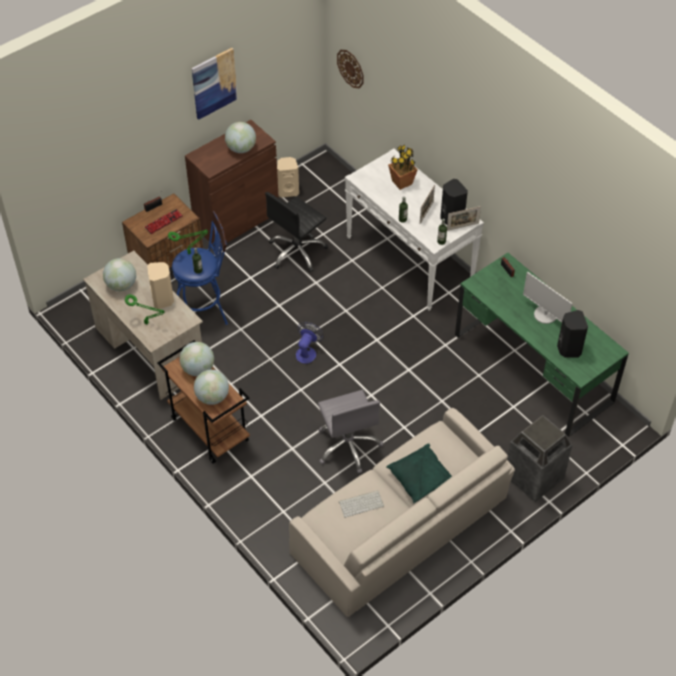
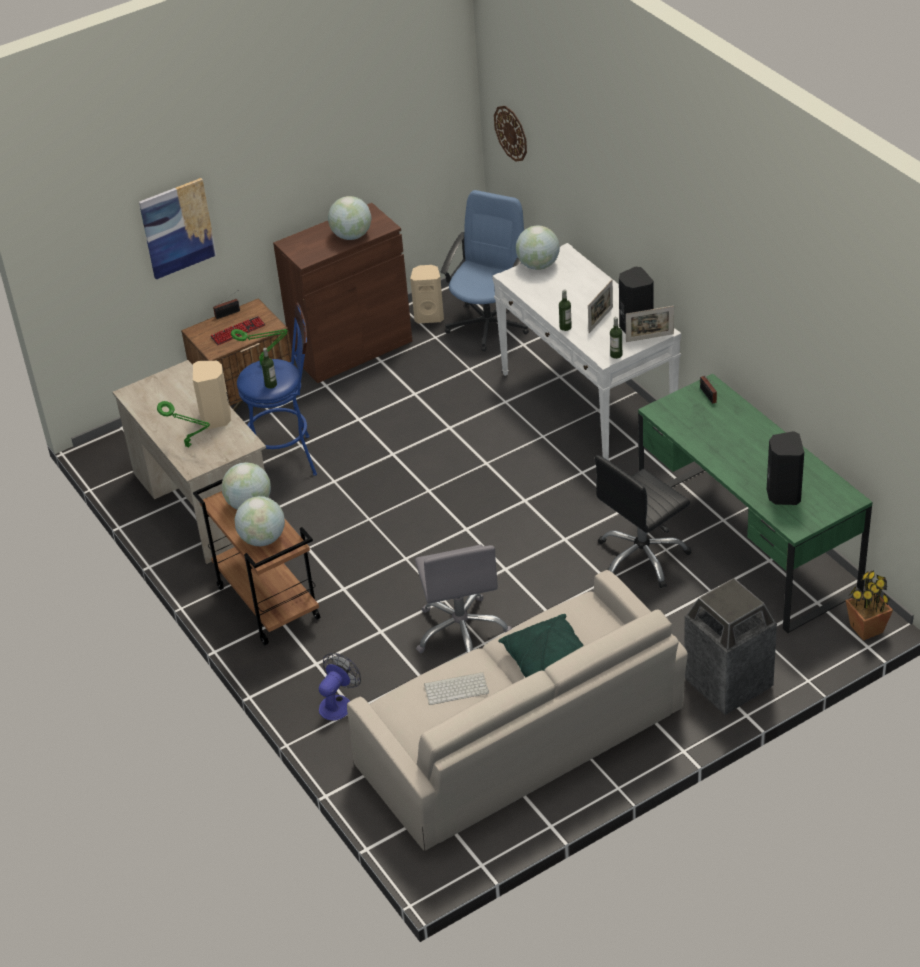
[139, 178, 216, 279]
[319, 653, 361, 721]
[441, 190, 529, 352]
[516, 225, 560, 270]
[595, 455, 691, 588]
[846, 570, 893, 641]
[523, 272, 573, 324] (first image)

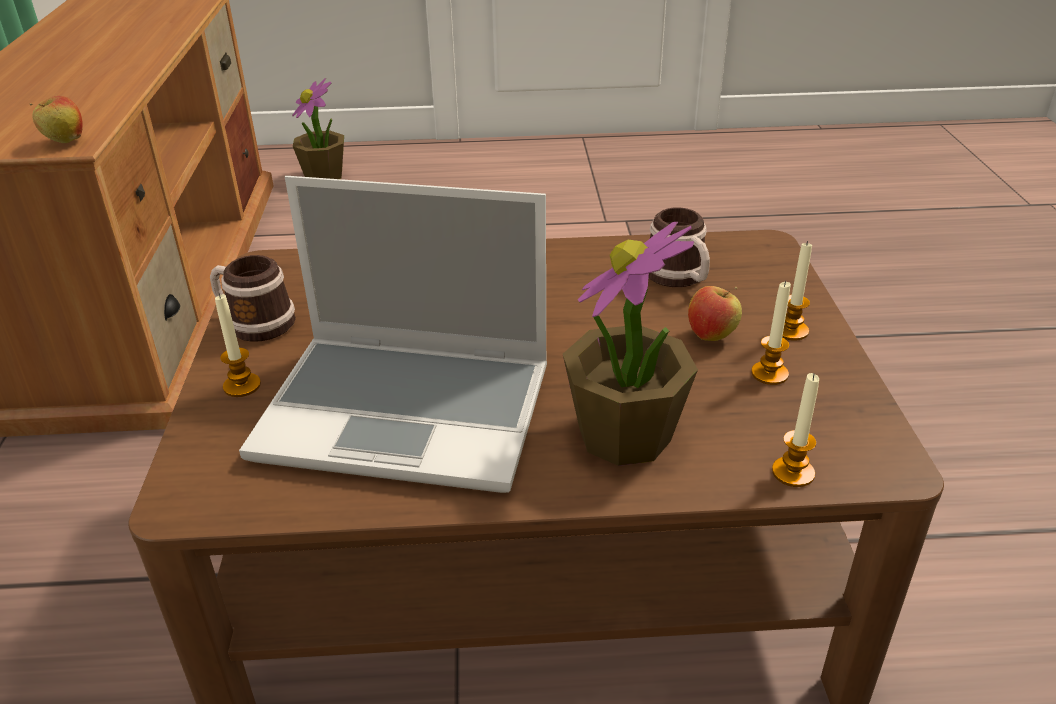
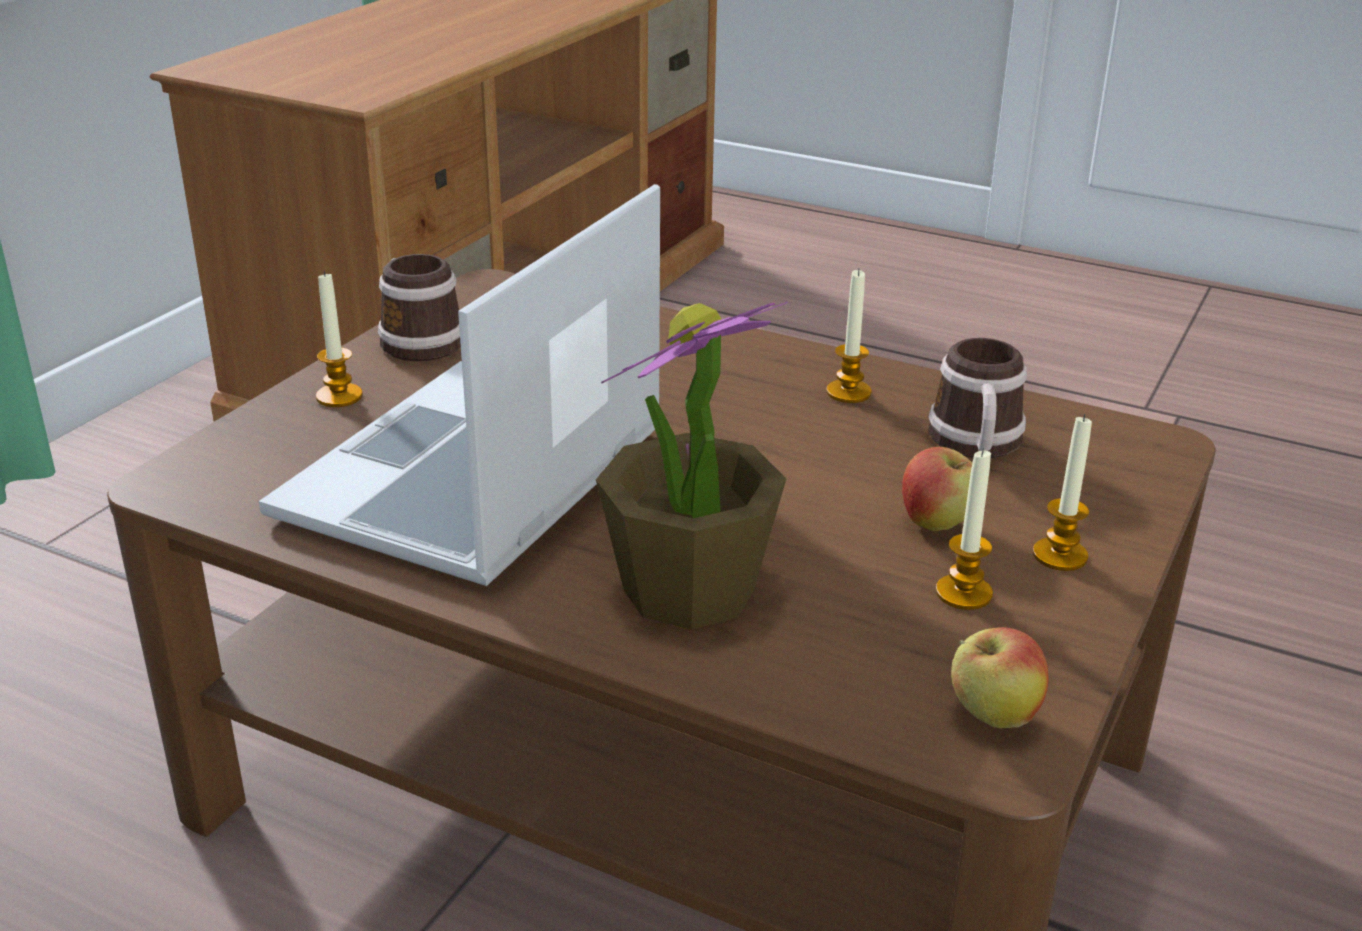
[259, 184, 660, 586]
[827, 269, 872, 403]
[951, 627, 1049, 728]
[292, 78, 344, 179] (first image)

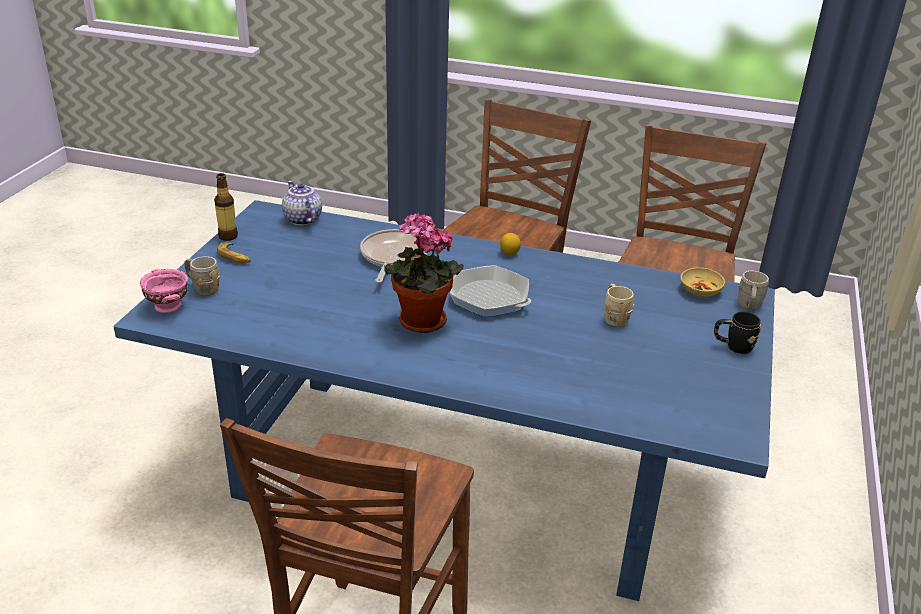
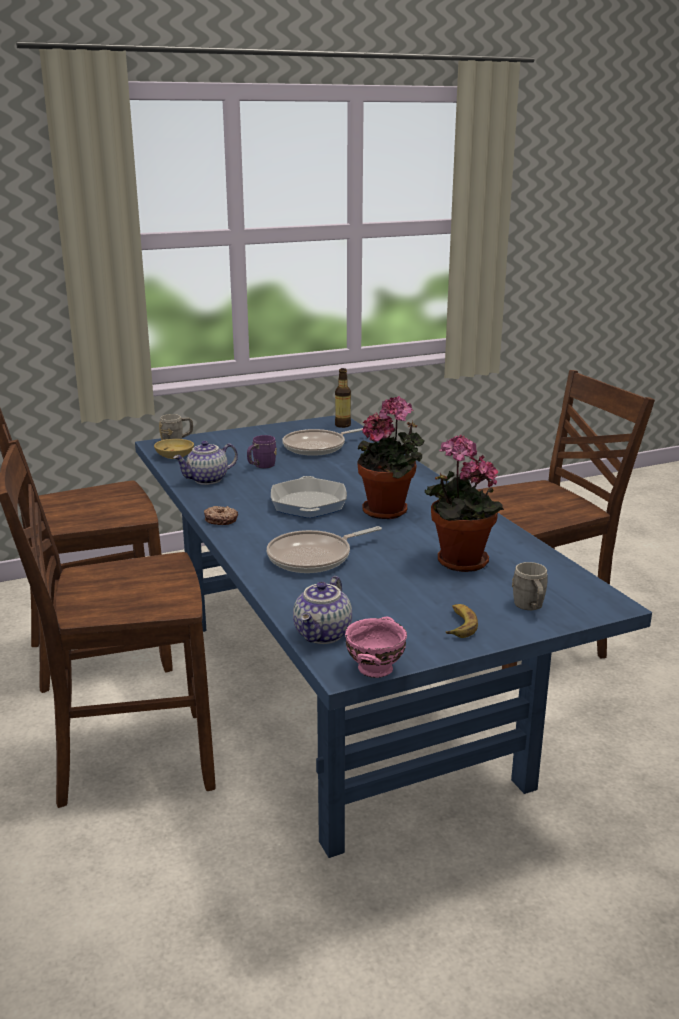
[173, 441, 238, 485]
[204, 506, 238, 525]
[247, 435, 277, 468]
[282, 428, 363, 456]
[335, 368, 351, 428]
[345, 617, 407, 678]
[425, 435, 504, 572]
[714, 312, 761, 354] (first image)

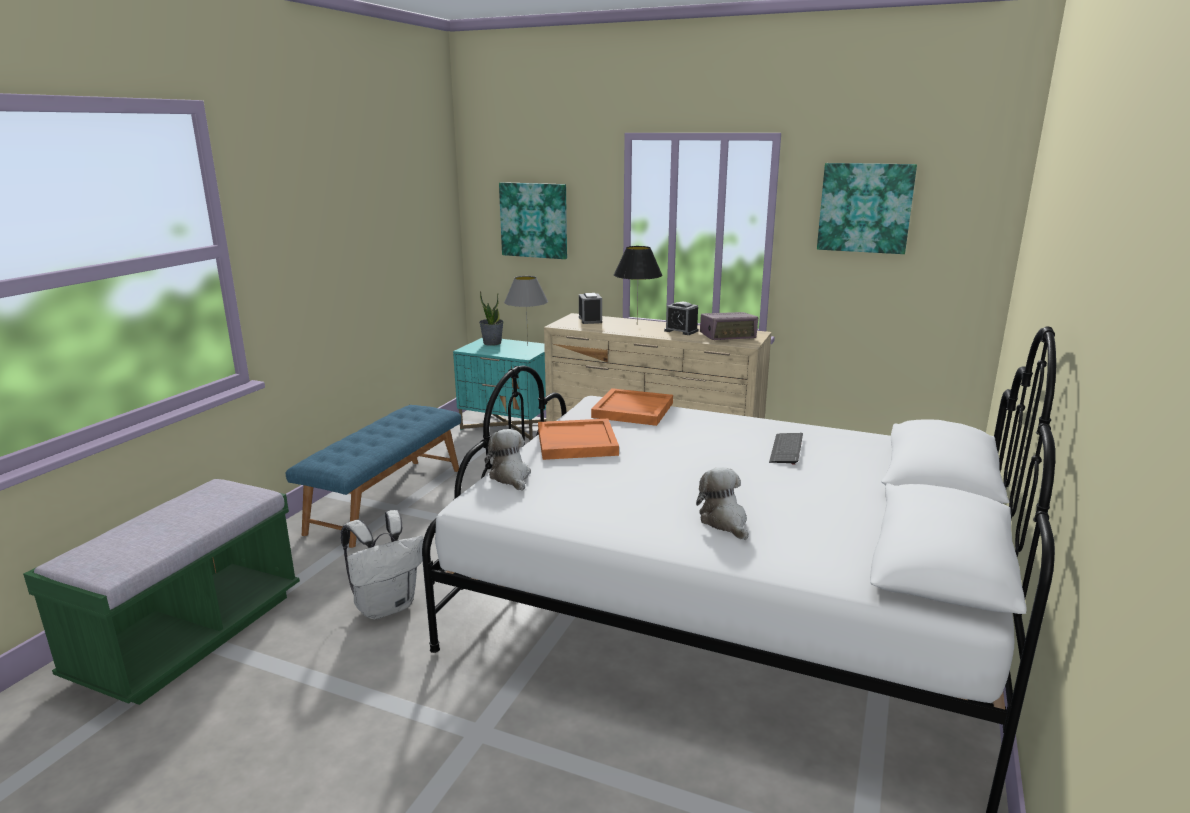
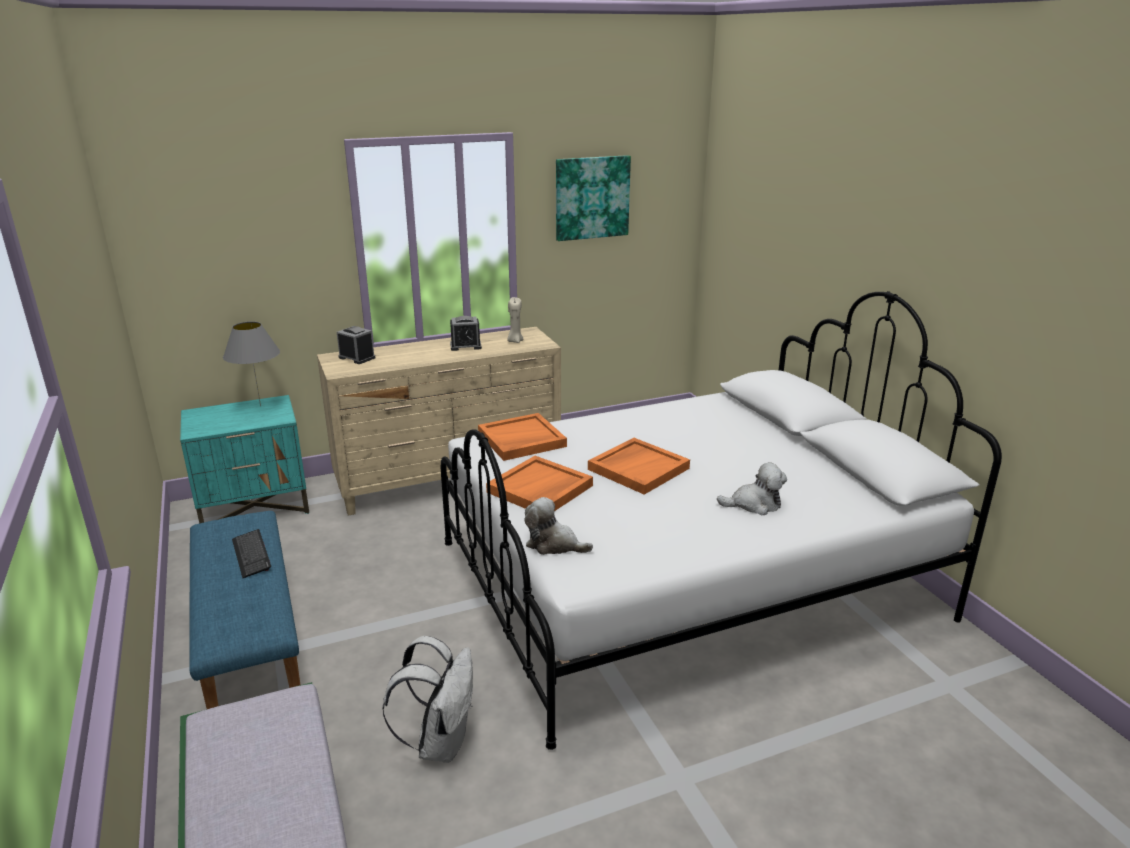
[232, 529, 271, 578]
[507, 297, 524, 343]
[588, 438, 690, 495]
[717, 462, 787, 515]
[479, 291, 504, 346] (first image)
[499, 182, 567, 259] (first image)
[614, 246, 663, 323] (first image)

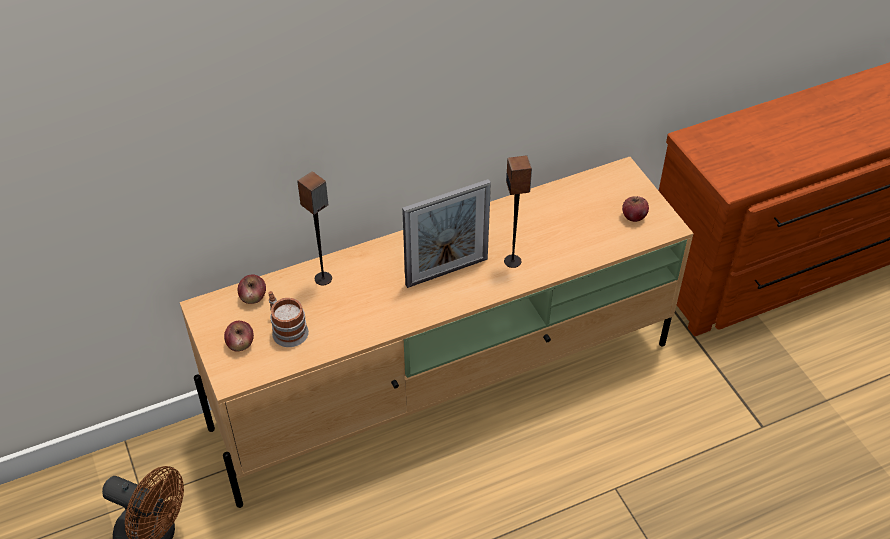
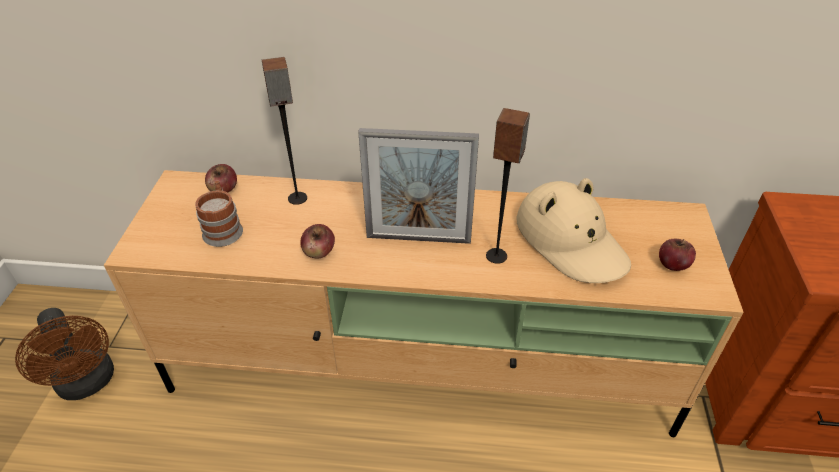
[300, 224, 335, 259]
[517, 178, 631, 283]

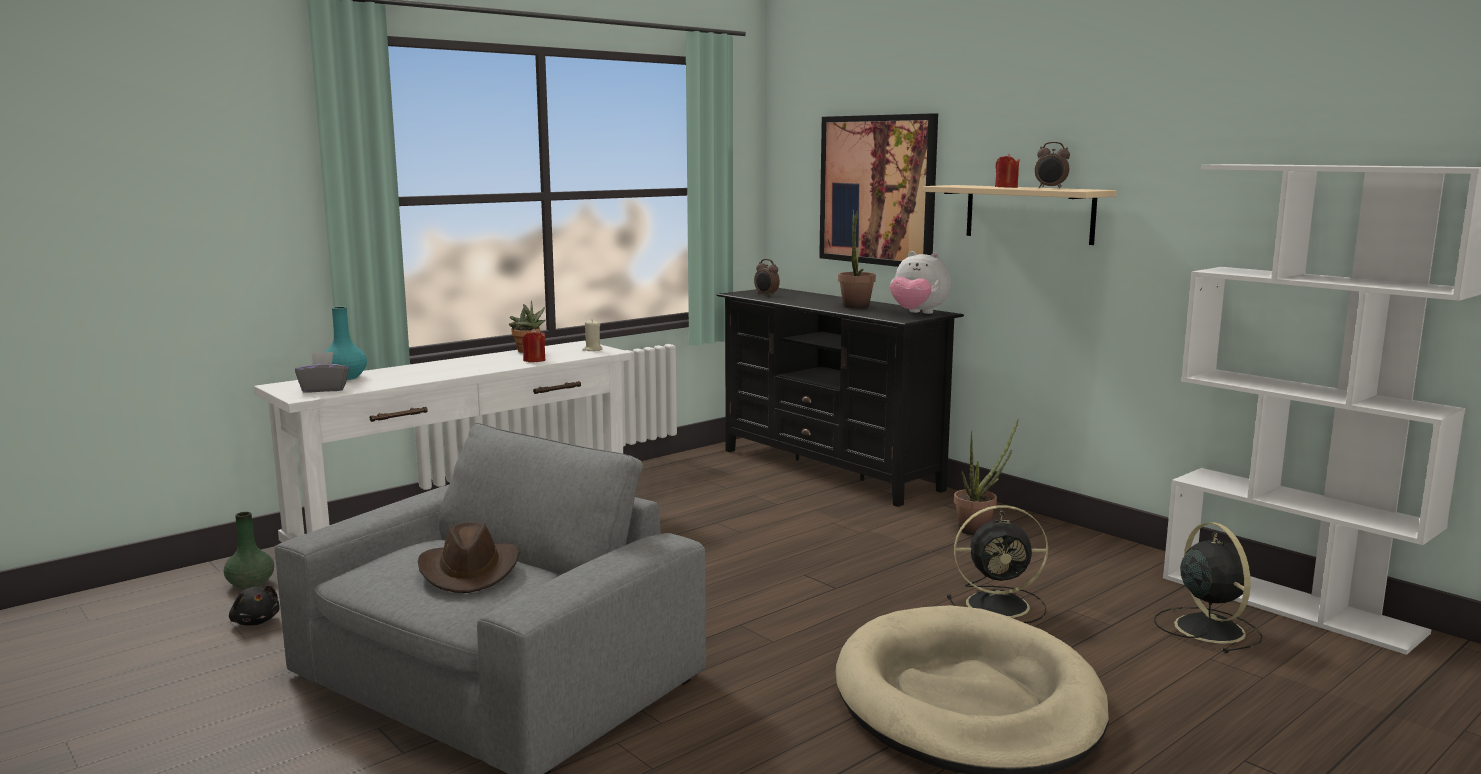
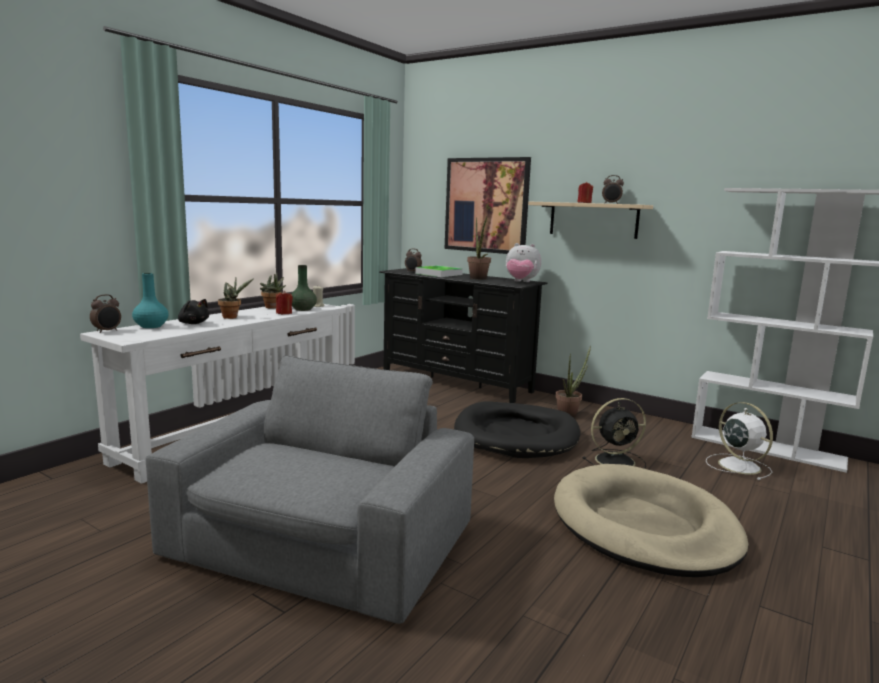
[90, 294, 121, 333]
[178, 299, 209, 324]
[218, 278, 254, 319]
[291, 265, 317, 311]
[415, 265, 463, 277]
[454, 401, 580, 458]
[706, 402, 773, 480]
[295, 352, 349, 393] (first image)
[418, 522, 520, 593] (first image)

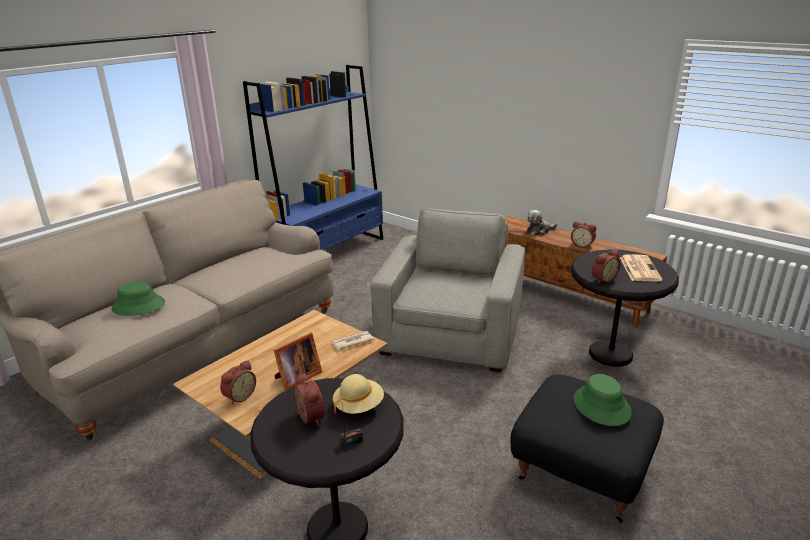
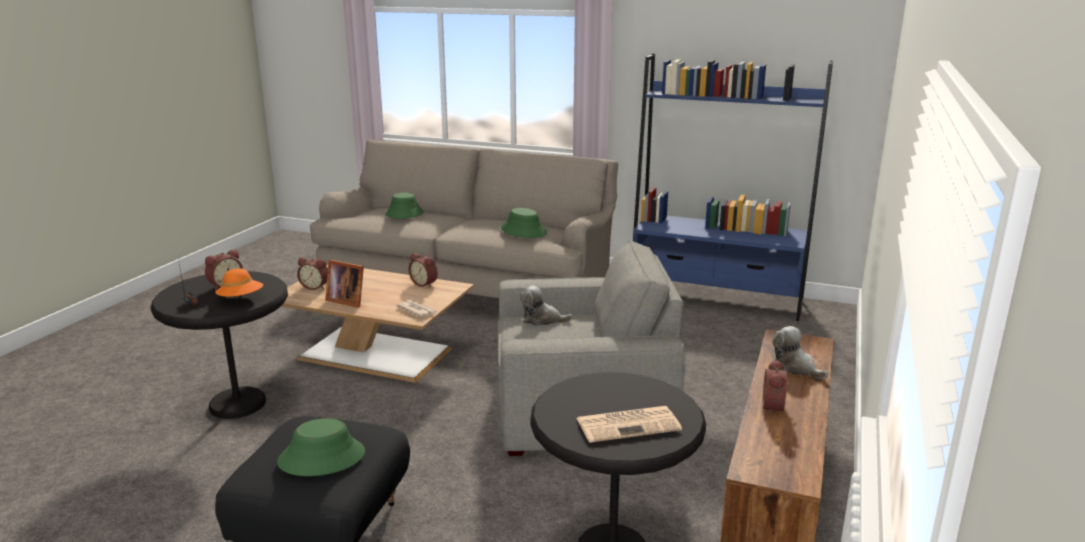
[215, 268, 263, 297]
[408, 253, 438, 288]
[501, 208, 547, 238]
[520, 286, 573, 326]

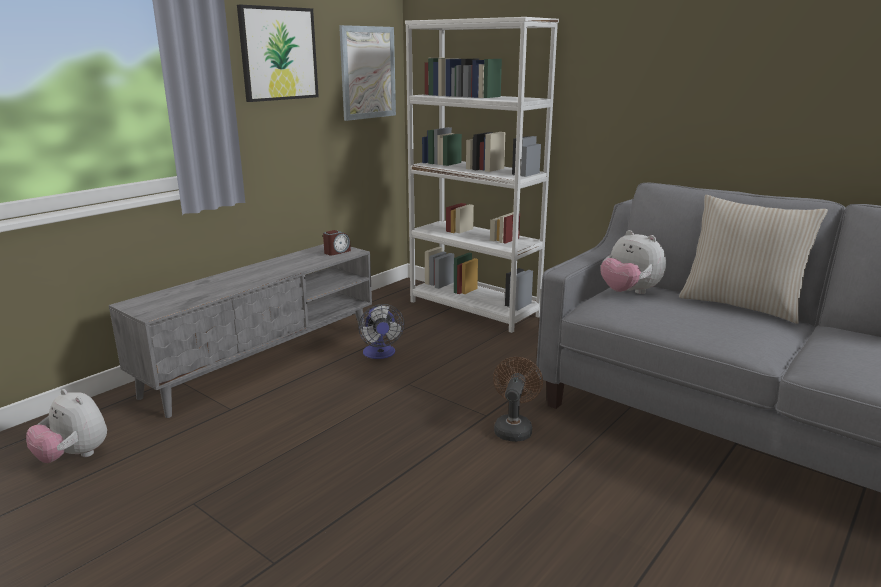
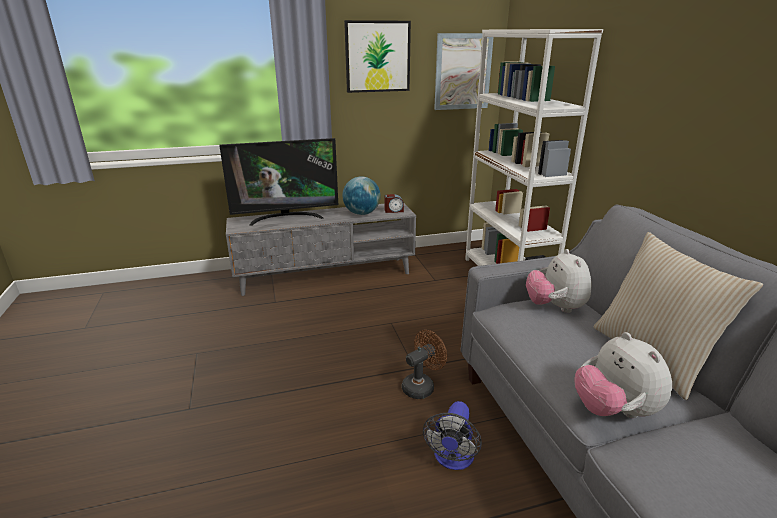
[219, 138, 338, 226]
[342, 177, 381, 215]
[423, 401, 482, 470]
[574, 332, 672, 418]

